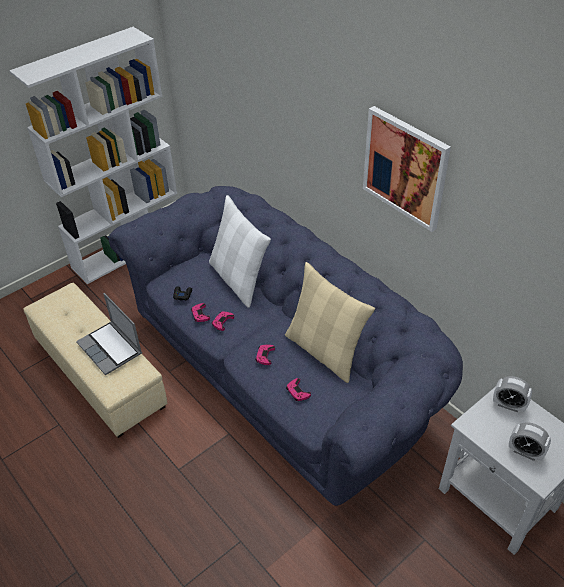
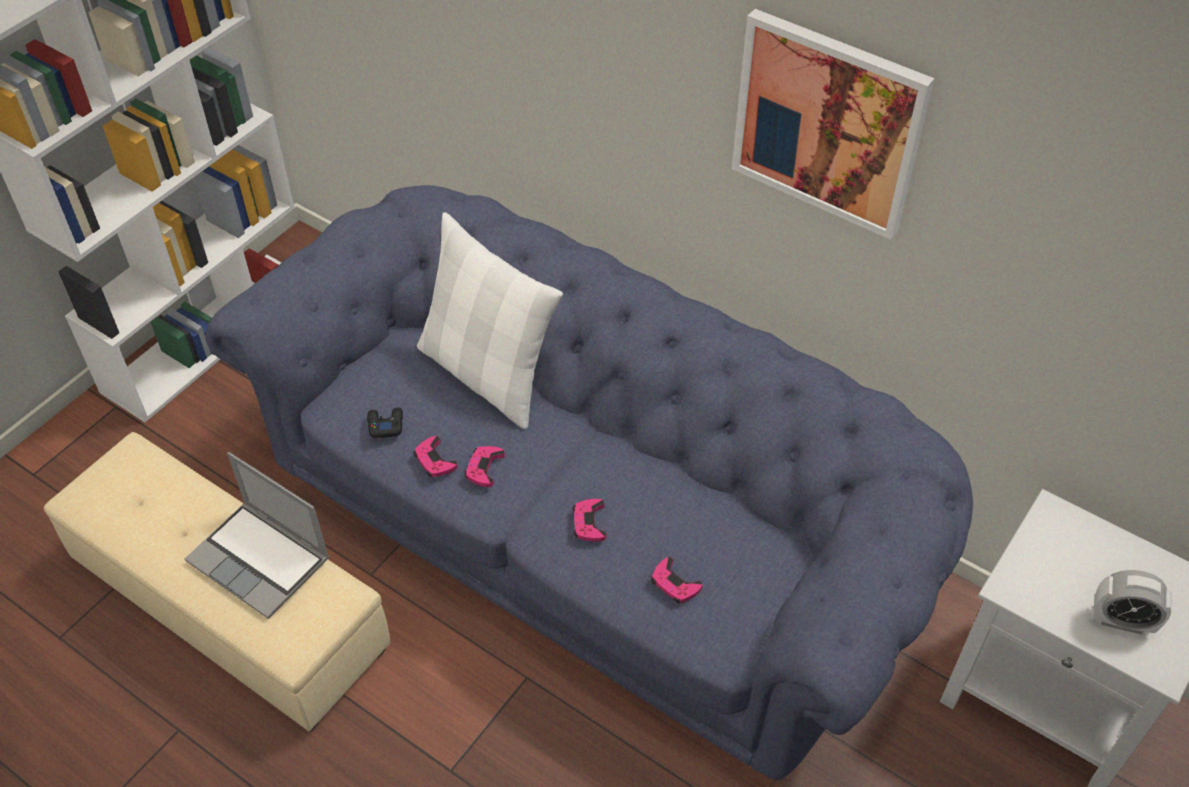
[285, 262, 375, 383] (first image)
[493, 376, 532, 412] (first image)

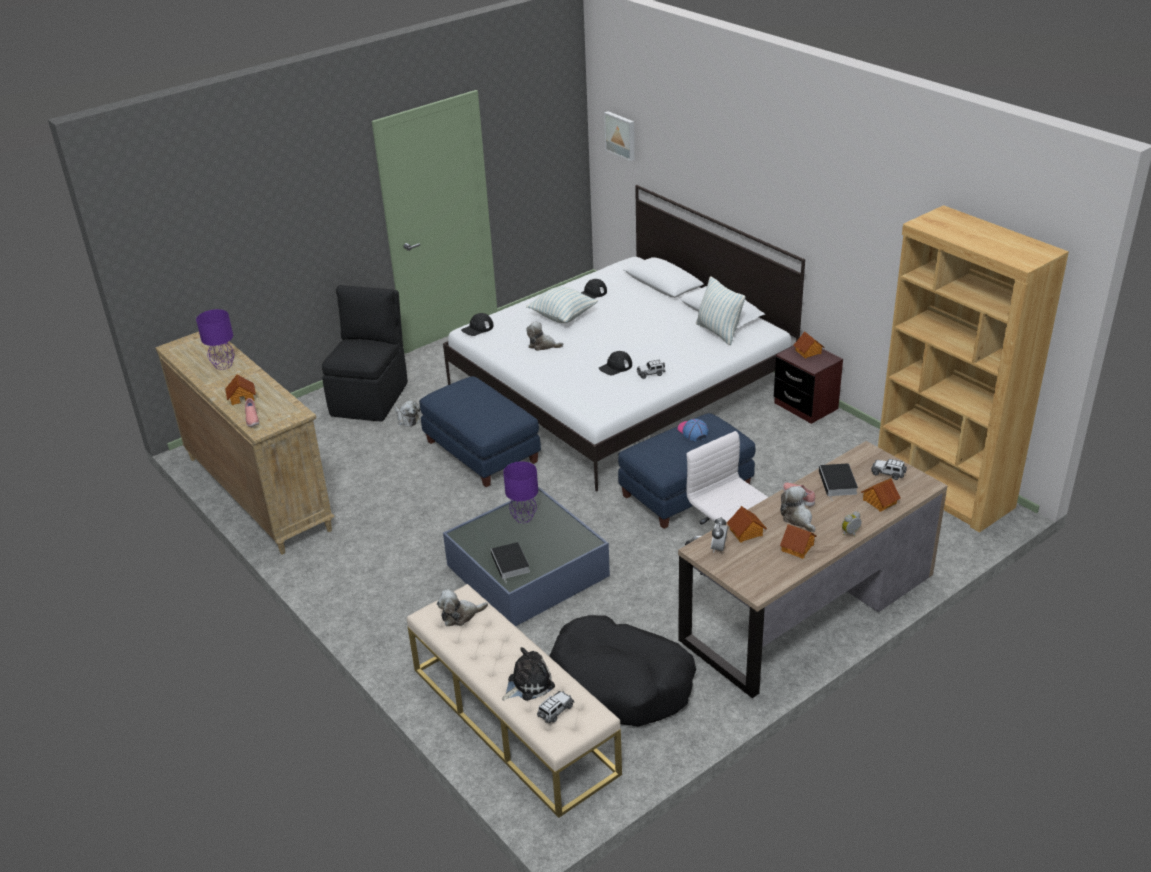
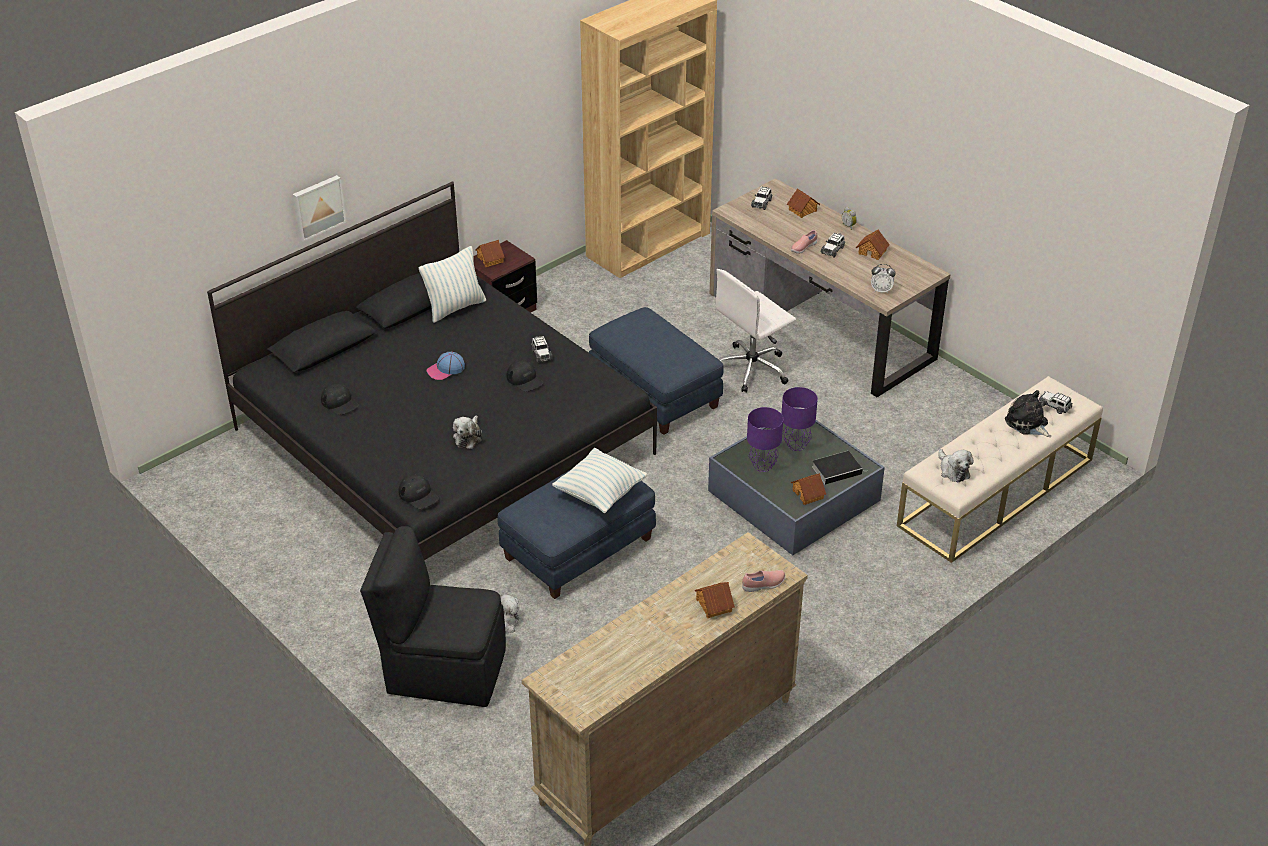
[207, 181, 657, 560]
[293, 175, 346, 241]
[426, 352, 465, 380]
[552, 448, 647, 513]
[781, 387, 818, 451]
[791, 473, 826, 505]
[820, 233, 845, 257]
[549, 615, 696, 727] (first image)
[819, 463, 858, 501] (first image)

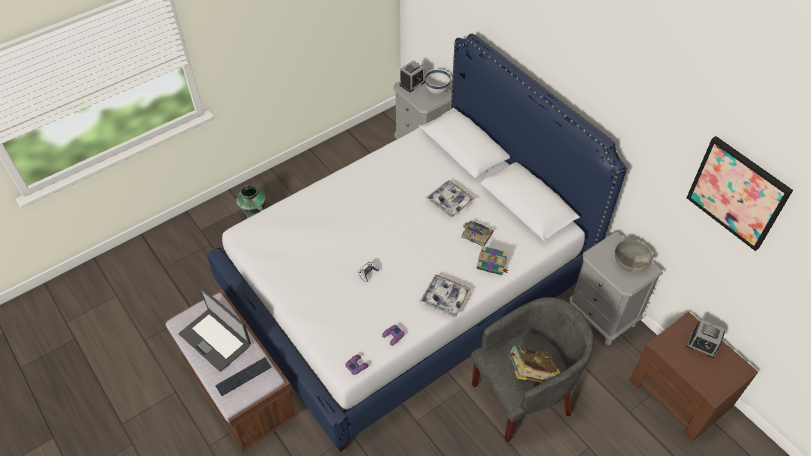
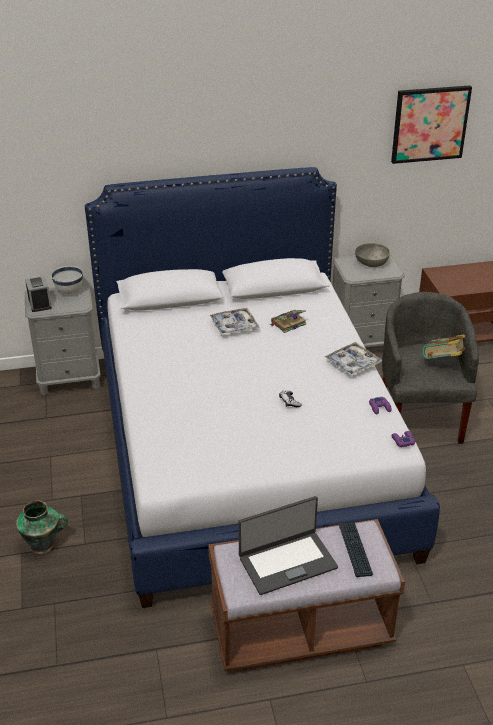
[476, 246, 509, 275] (first image)
[687, 319, 725, 358] (first image)

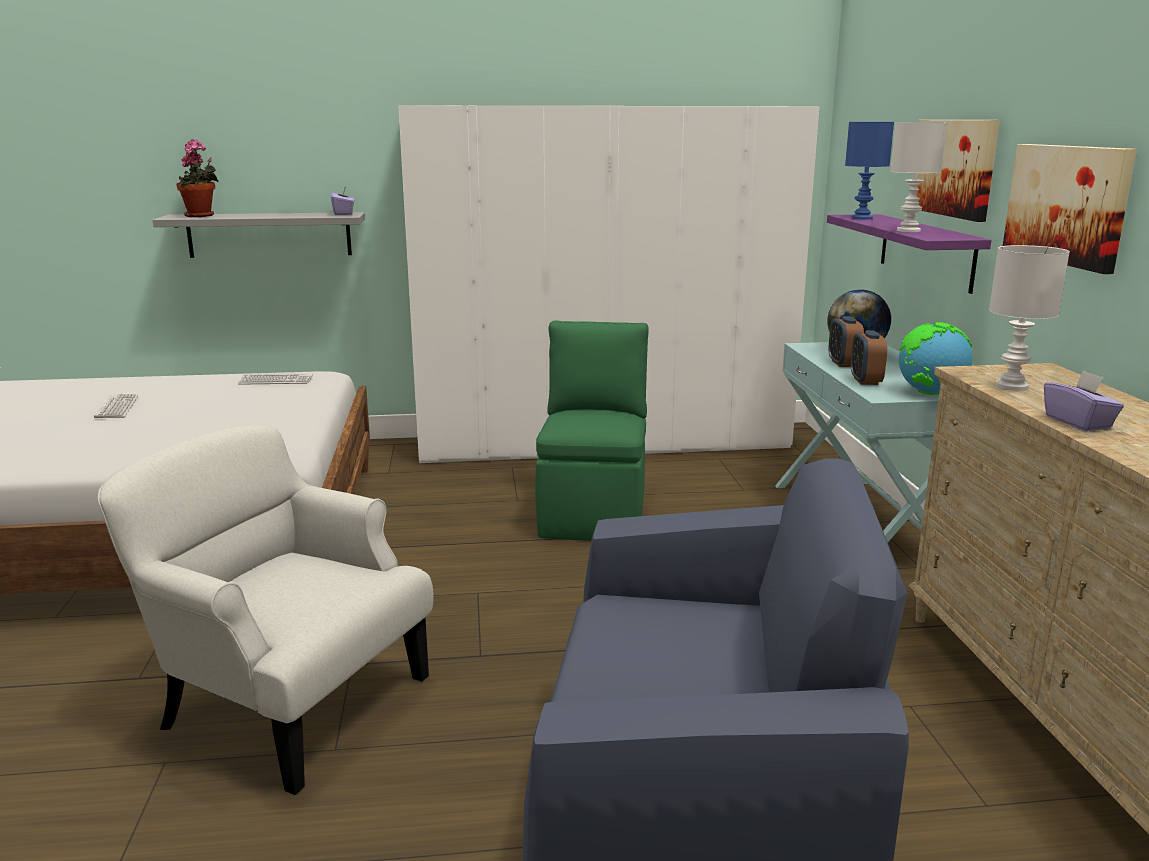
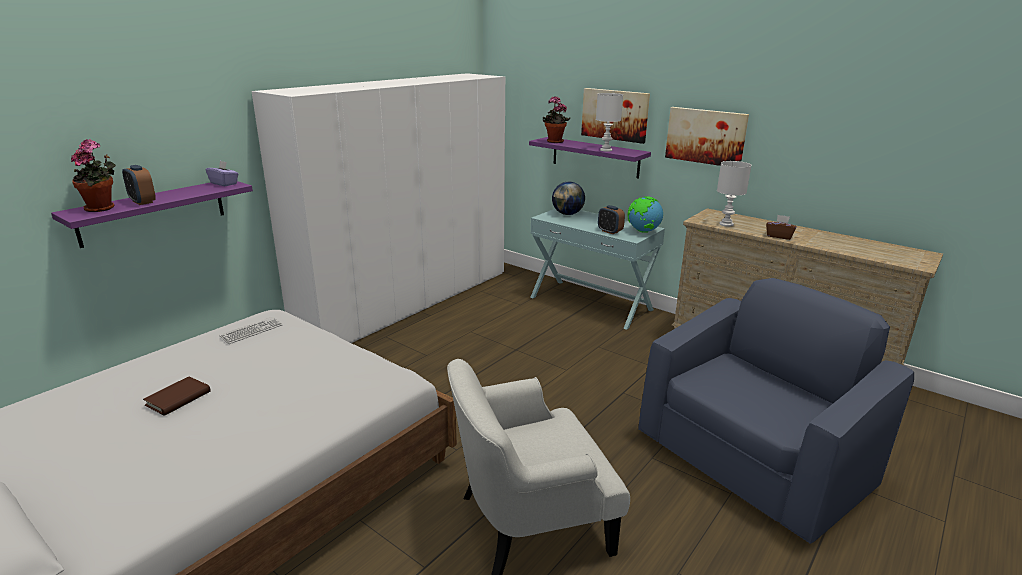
[51, 181, 253, 248]
[122, 165, 156, 205]
[143, 376, 211, 416]
[542, 96, 570, 143]
[766, 215, 796, 240]
[535, 321, 649, 541] (first image)

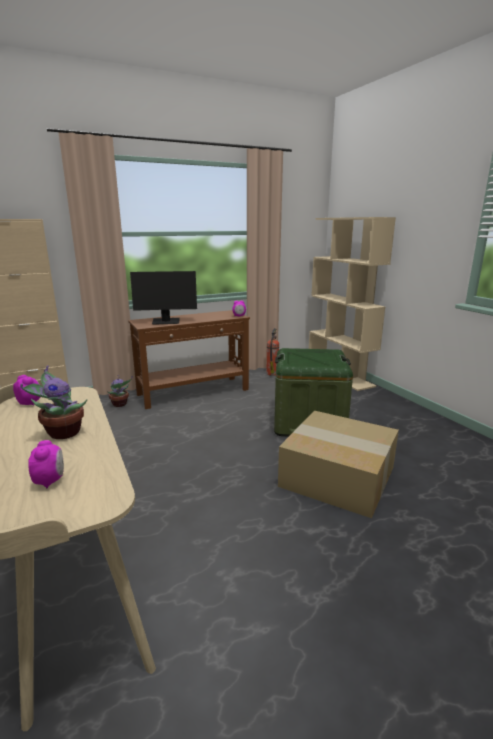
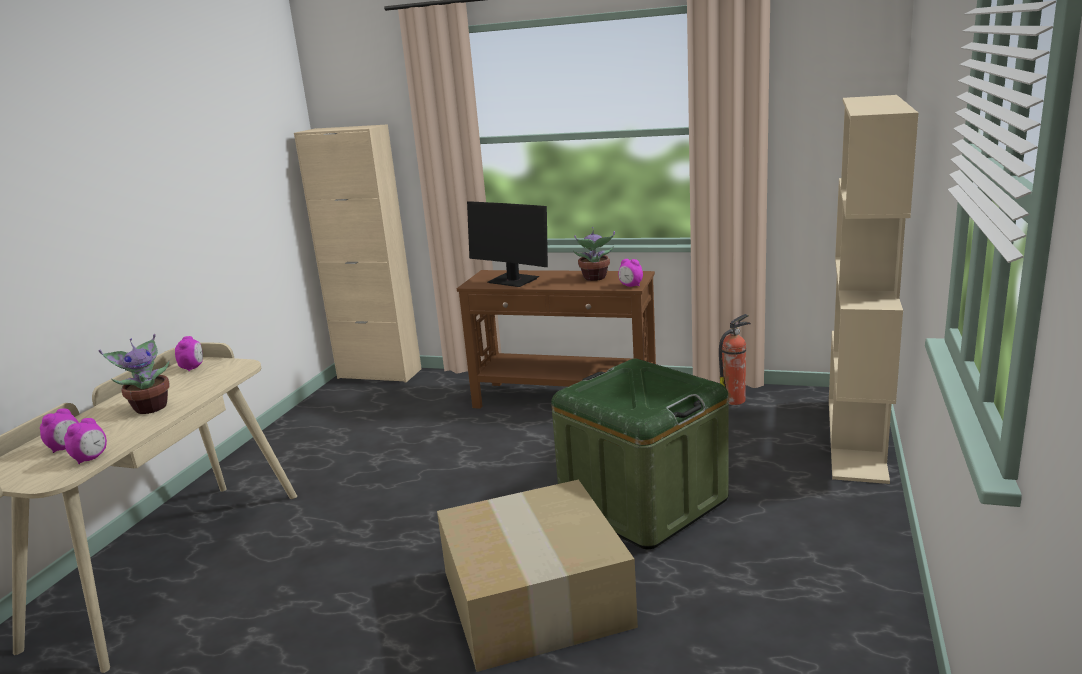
[64, 418, 107, 464]
[573, 227, 615, 281]

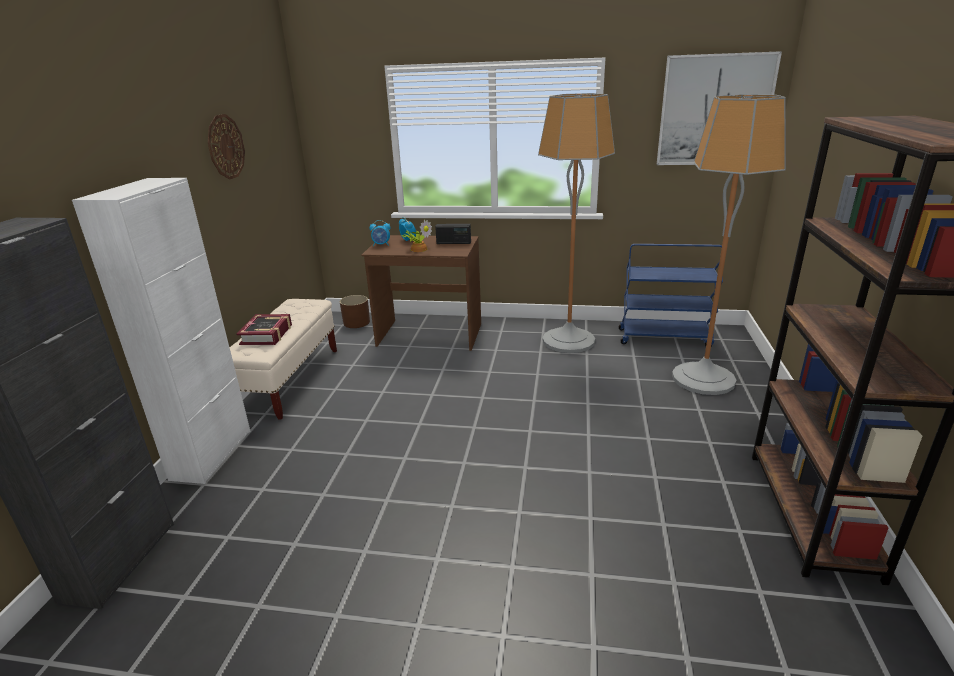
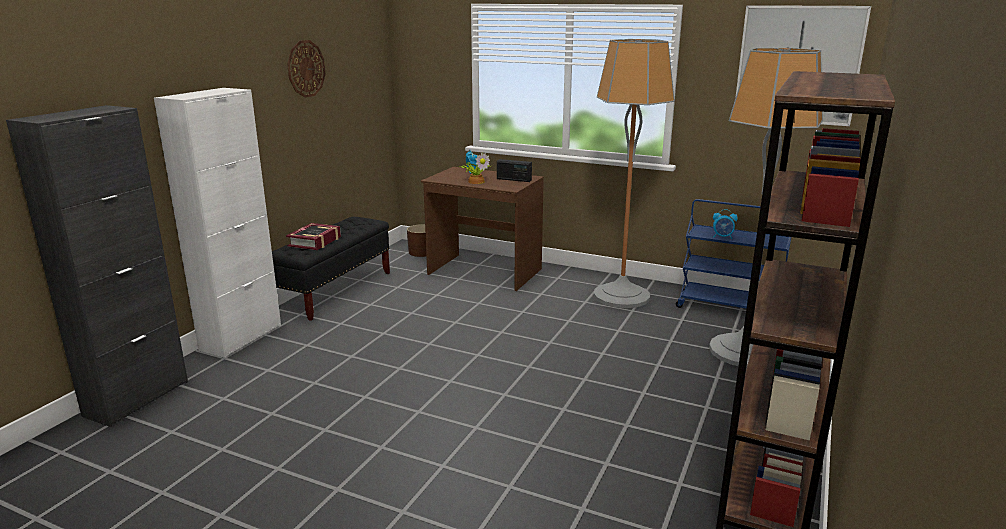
[272, 217, 390, 321]
[713, 209, 738, 239]

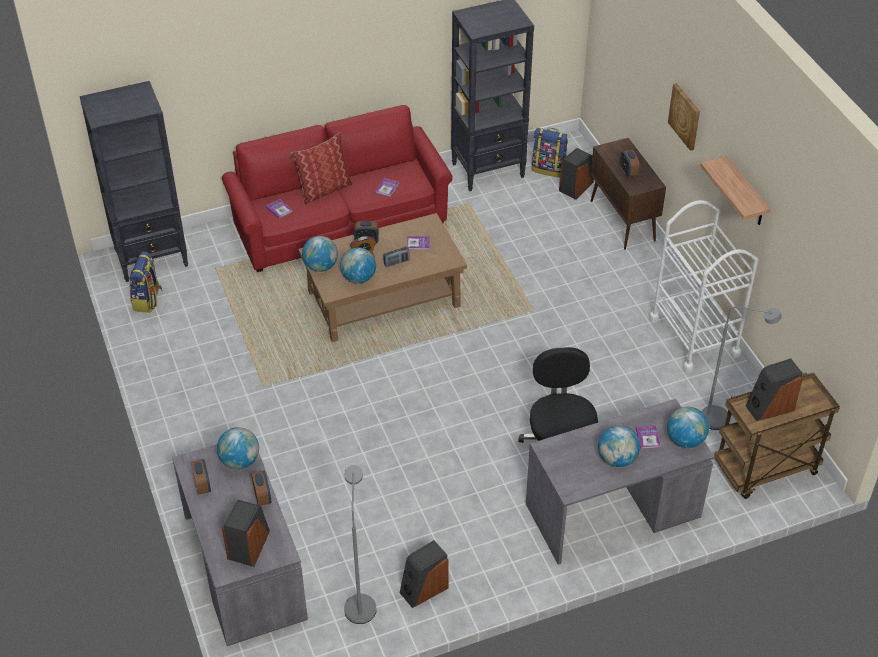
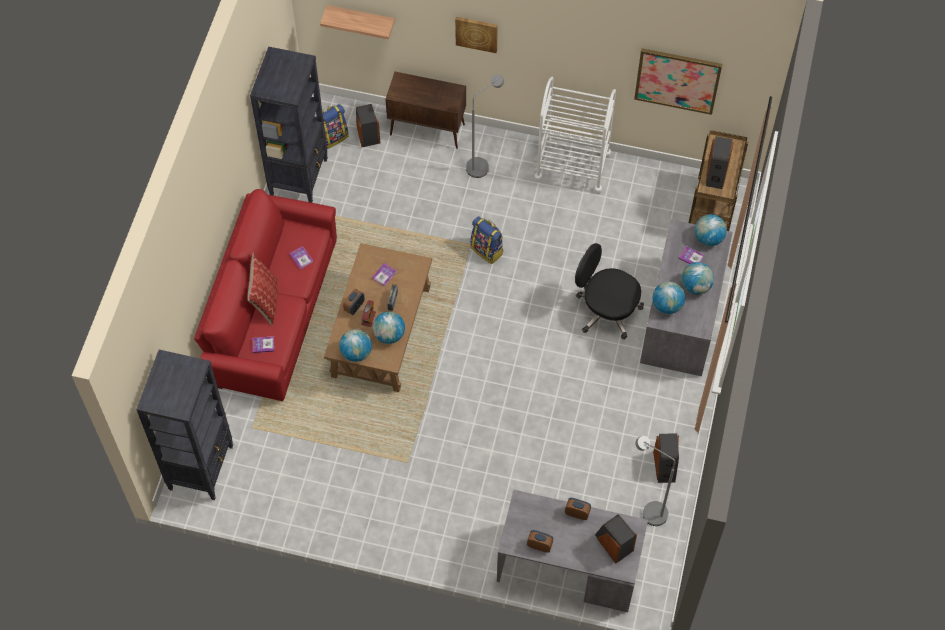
[320, 5, 395, 39]
[466, 74, 504, 178]
[470, 217, 503, 264]
[634, 48, 722, 115]
[653, 281, 685, 314]
[620, 150, 639, 178] (first image)

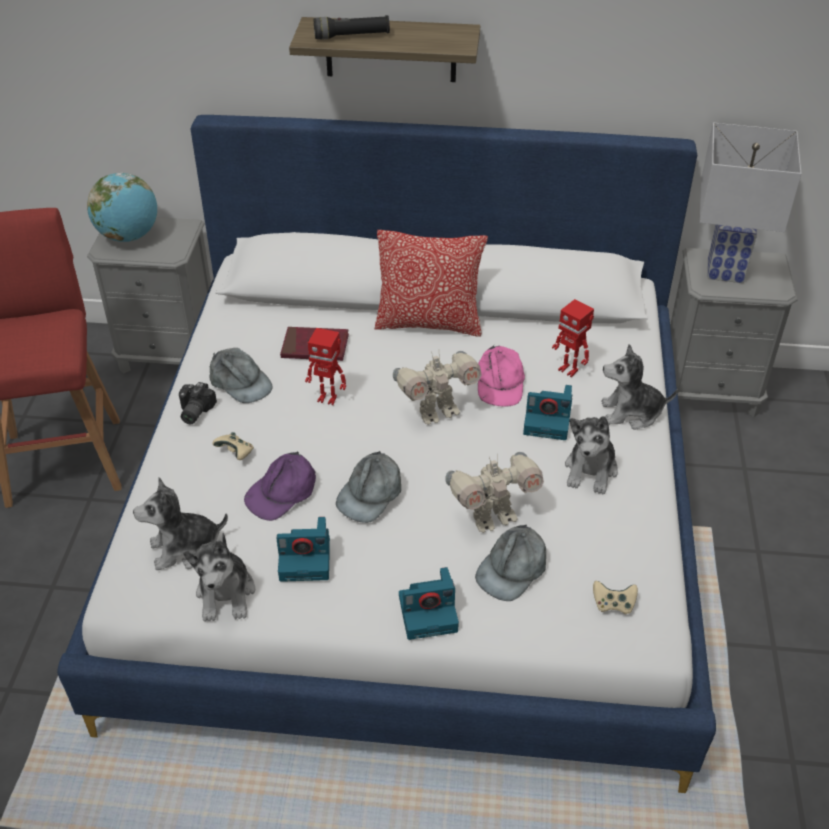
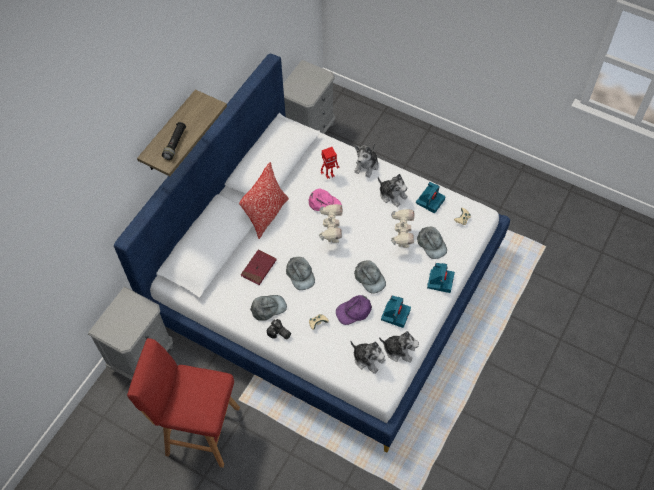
[286, 257, 315, 290]
[336, 295, 372, 325]
[351, 341, 386, 374]
[416, 182, 445, 213]
[87, 173, 157, 242] (first image)
[700, 123, 802, 283] (first image)

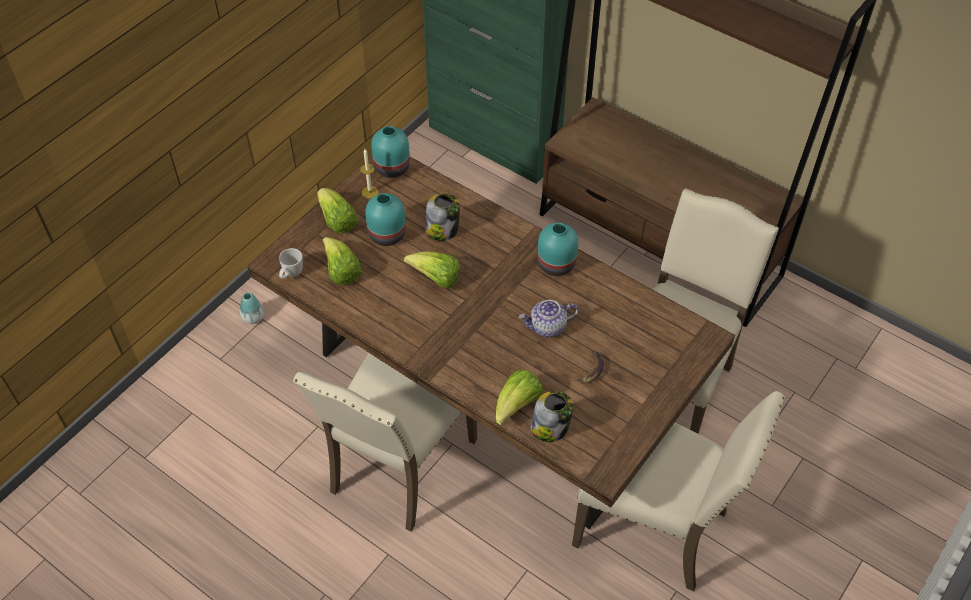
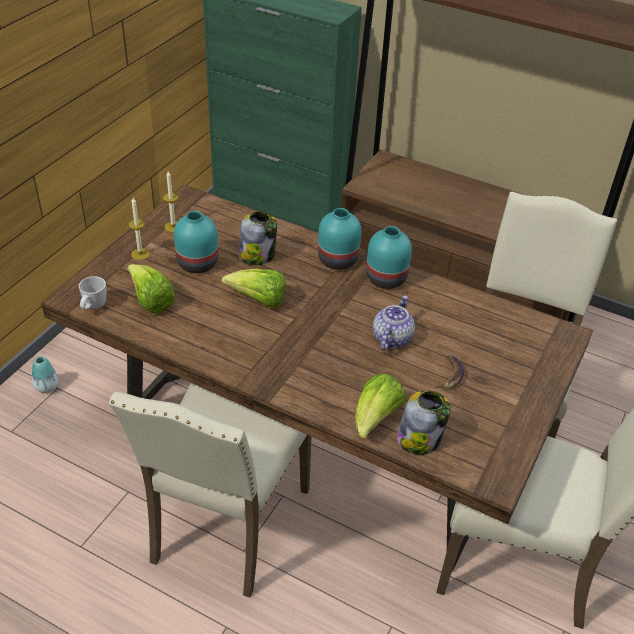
[129, 198, 150, 260]
[318, 208, 361, 270]
[373, 295, 415, 351]

